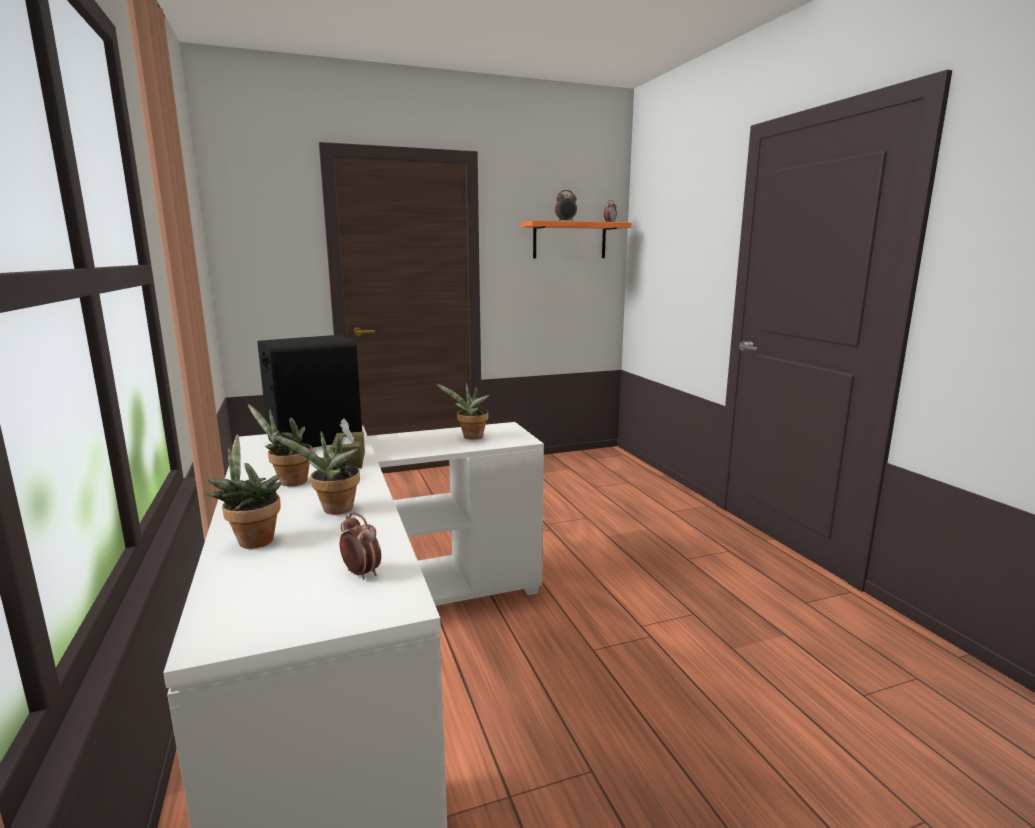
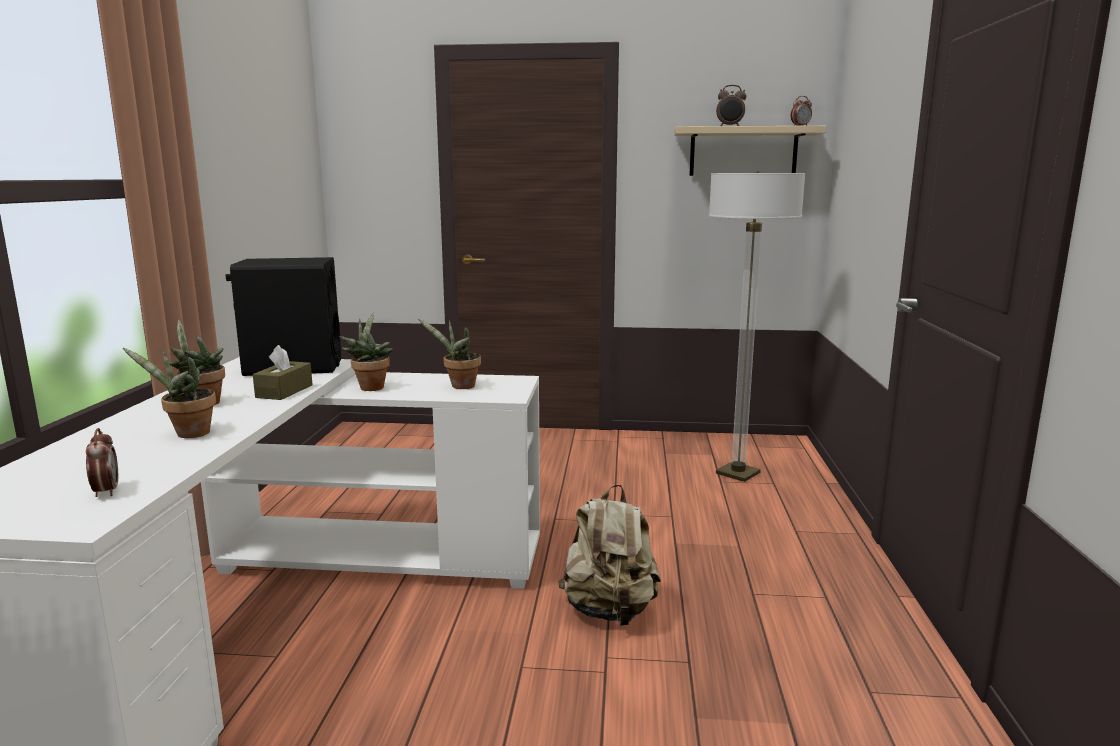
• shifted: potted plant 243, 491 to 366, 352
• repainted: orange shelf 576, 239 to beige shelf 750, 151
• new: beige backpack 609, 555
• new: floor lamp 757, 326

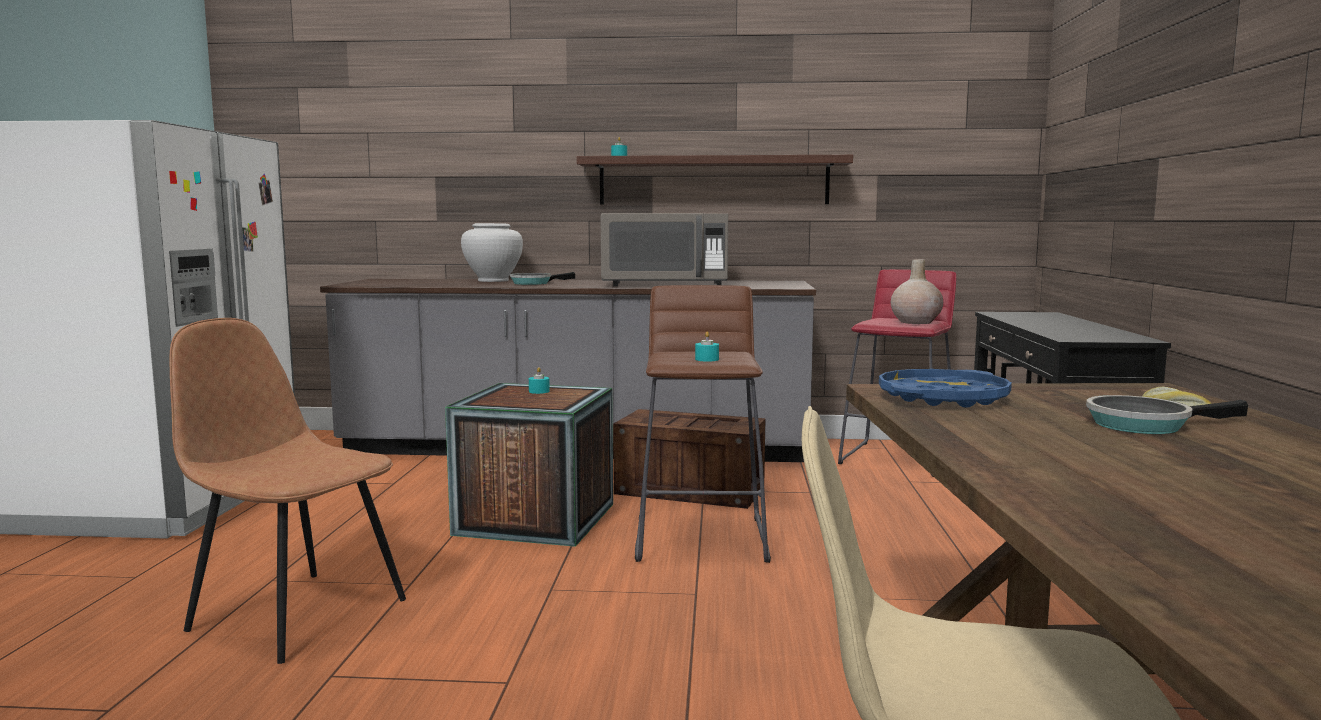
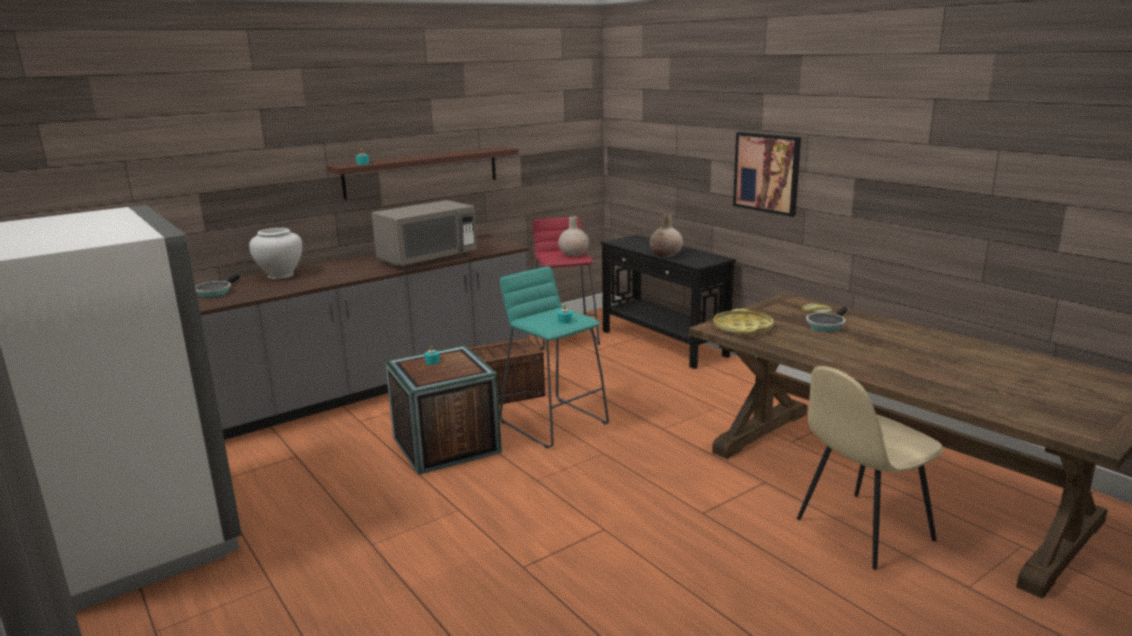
• gone: brown chair 287, 491
• shifted: frying pan 542, 278 to 217, 285
• repainted: brown stool 703, 424 to turquoise stool 554, 357
• repainted: blue tray 945, 388 to yellow tray 744, 322
• new: beige vase 666, 235
• new: picture 767, 174

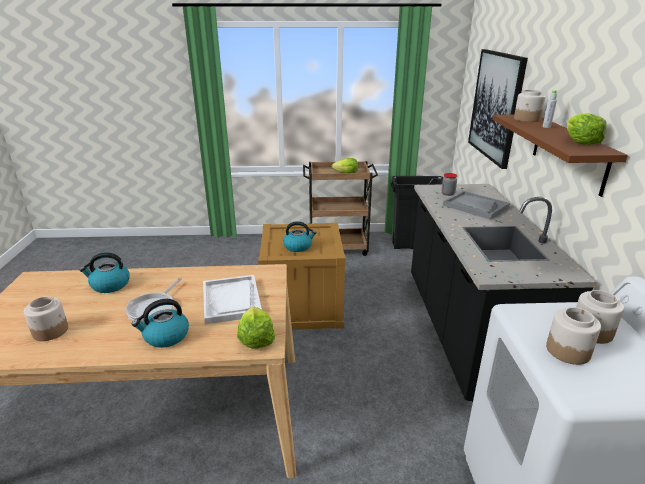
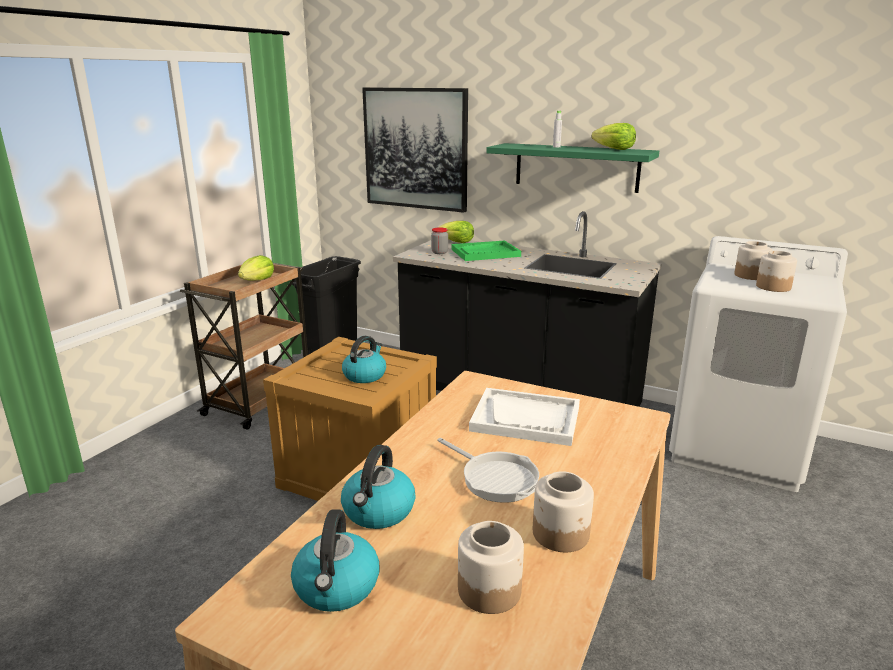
• shifted: kettle 160, 323 to 335, 561
• shifted: lettuce 256, 328 to 456, 232
• repainted: grey tray 476, 205 to green tray 486, 251
• repainted: brown shelf 560, 155 to green shelf 572, 168
• shifted: jar 530, 106 to 563, 511

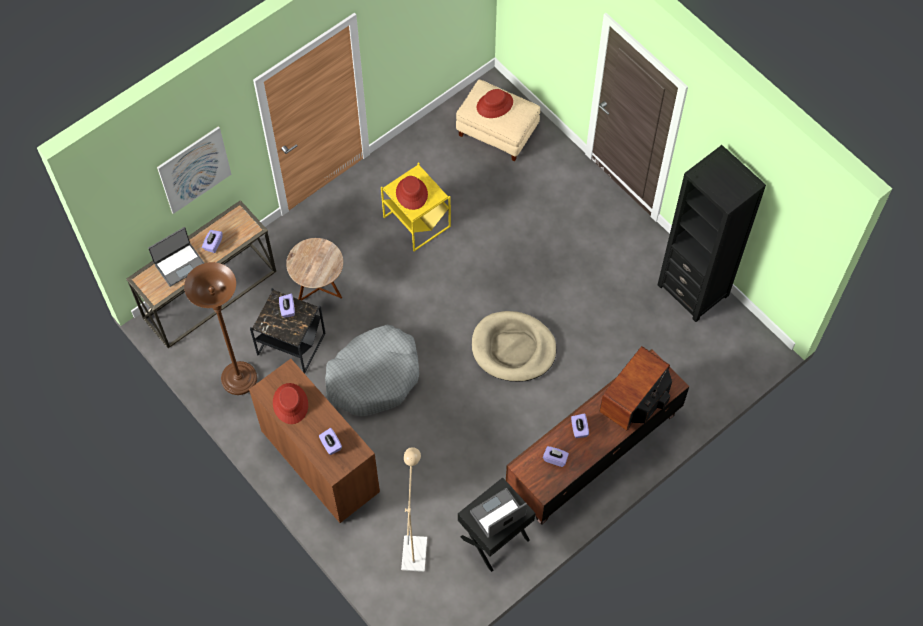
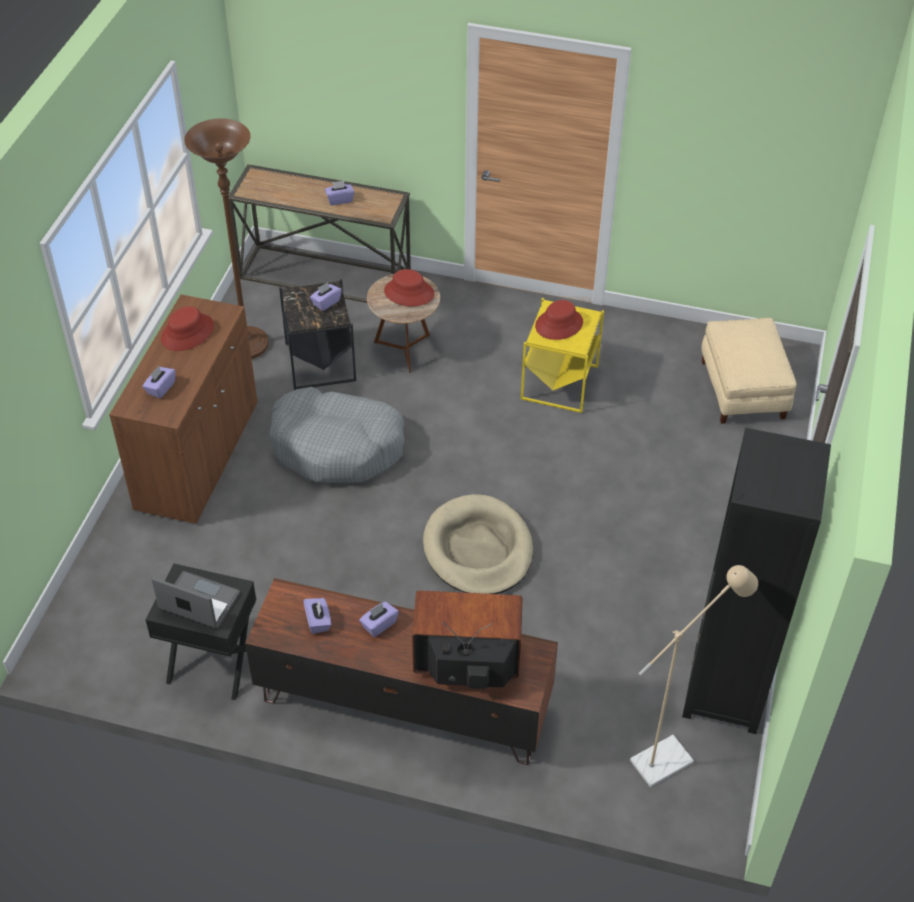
• gone: laptop 176, 257
• gone: picture 194, 170
• shifted: beige floor lamp 414, 509 to 694, 676
• shifted: red hat 495, 103 to 409, 288

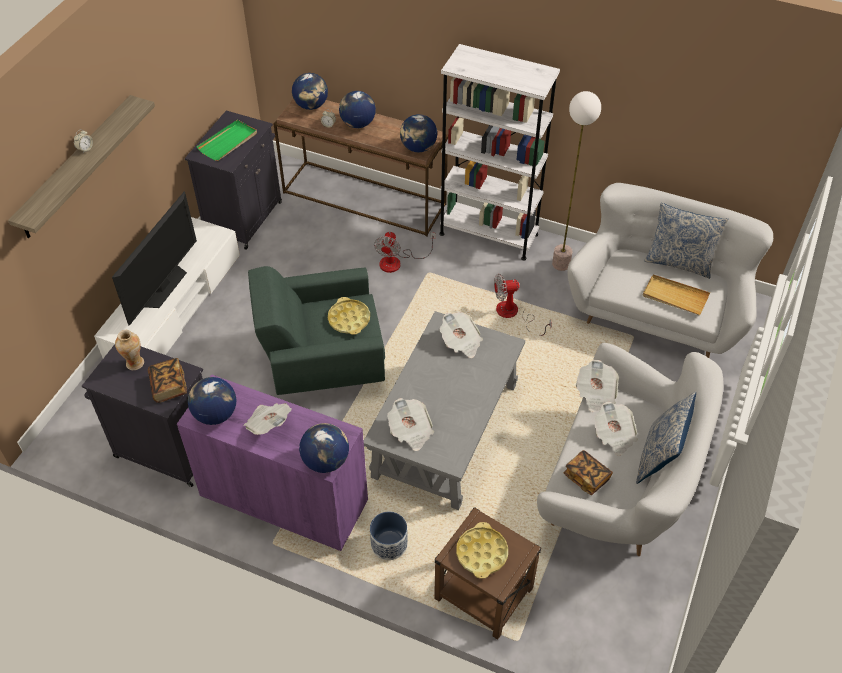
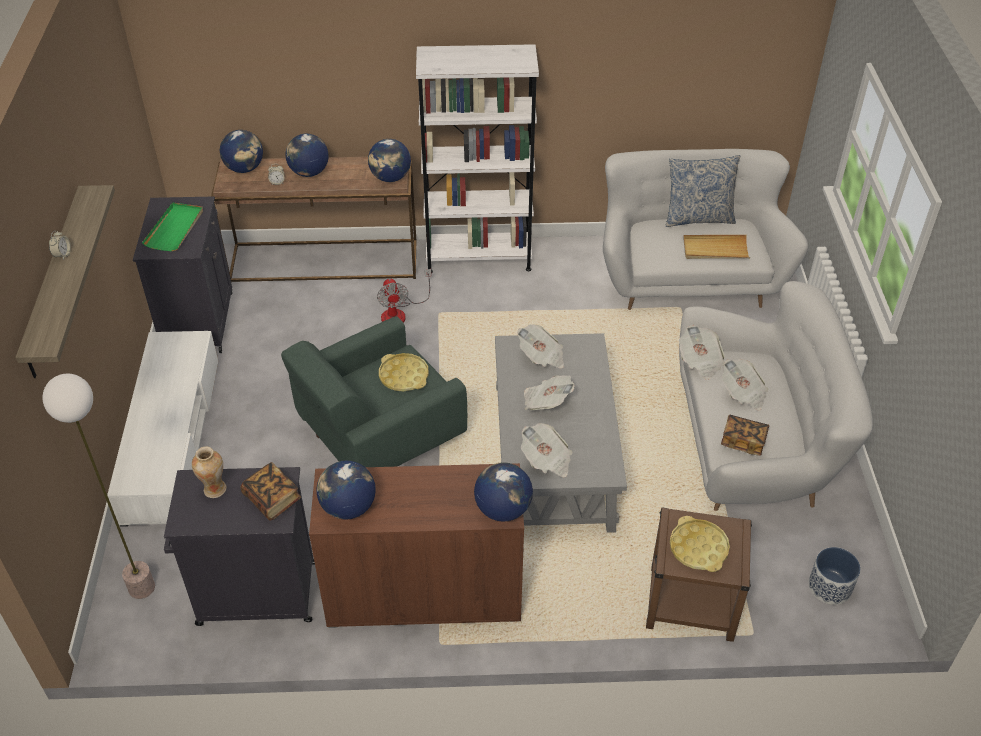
• gone: television 154, 259
• repainted: purple cabinet 272, 462 to brown cabinet 416, 545
• shifted: newspaper 267, 419 to 549, 392
• shifted: planter 389, 536 to 834, 576
• gone: fan 523, 305
• shifted: floor lamp 576, 181 to 98, 486
• gone: pillow 666, 438

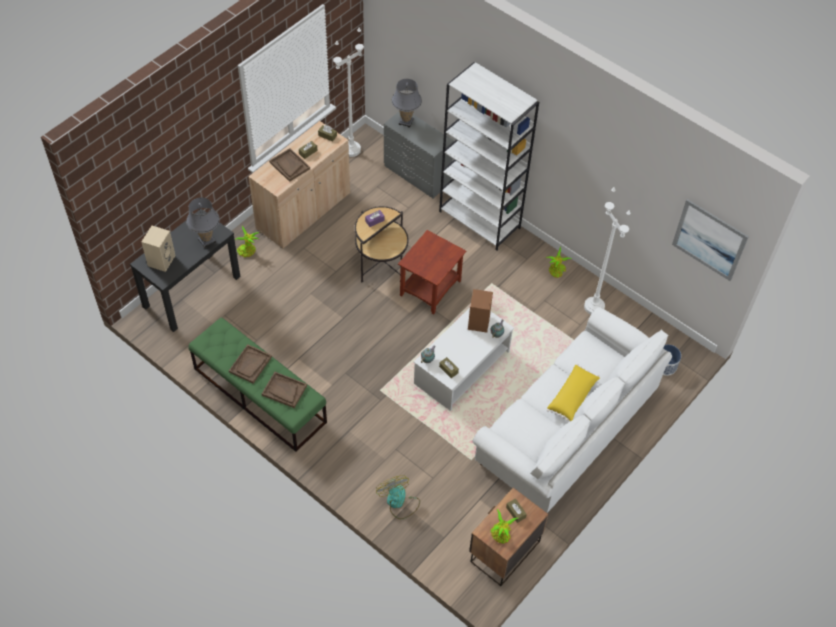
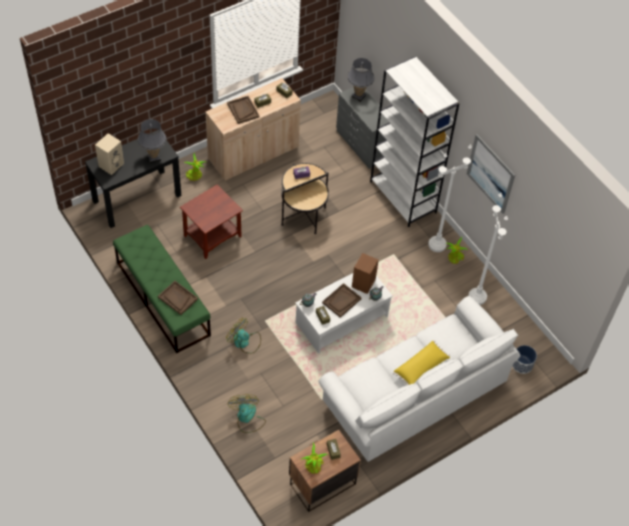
• shifted: brown tray 250, 364 to 342, 300
• shifted: white floor lamp 348, 92 to 450, 198
• shifted: brown side table 432, 272 to 211, 221
• shifted: picture 710, 240 to 491, 174
• new: fan 243, 336

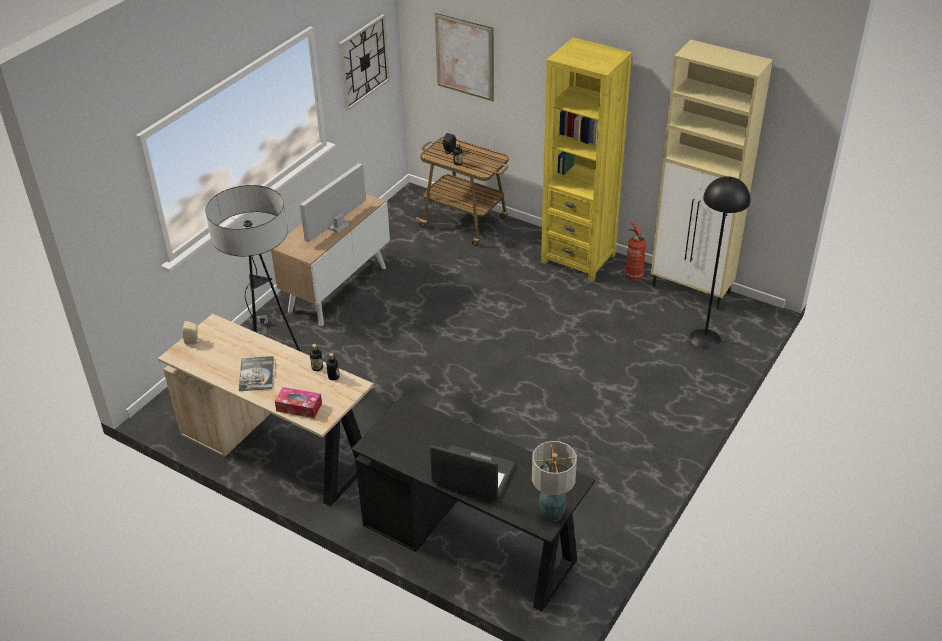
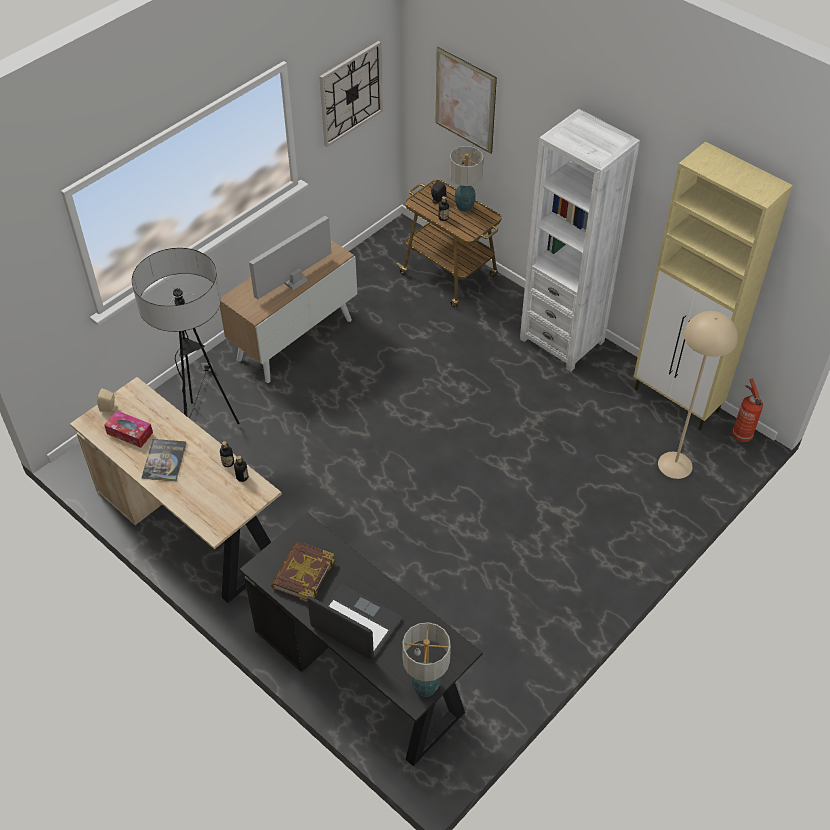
• shifted: tissue box 298, 402 to 128, 429
• repainted: yellow bookcase 586, 159 to white bookcase 580, 240
• shifted: fire extinguisher 635, 250 to 747, 410
• repainted: black floor lamp 720, 262 to beige floor lamp 698, 395
• new: book 303, 571
• new: table lamp 466, 179

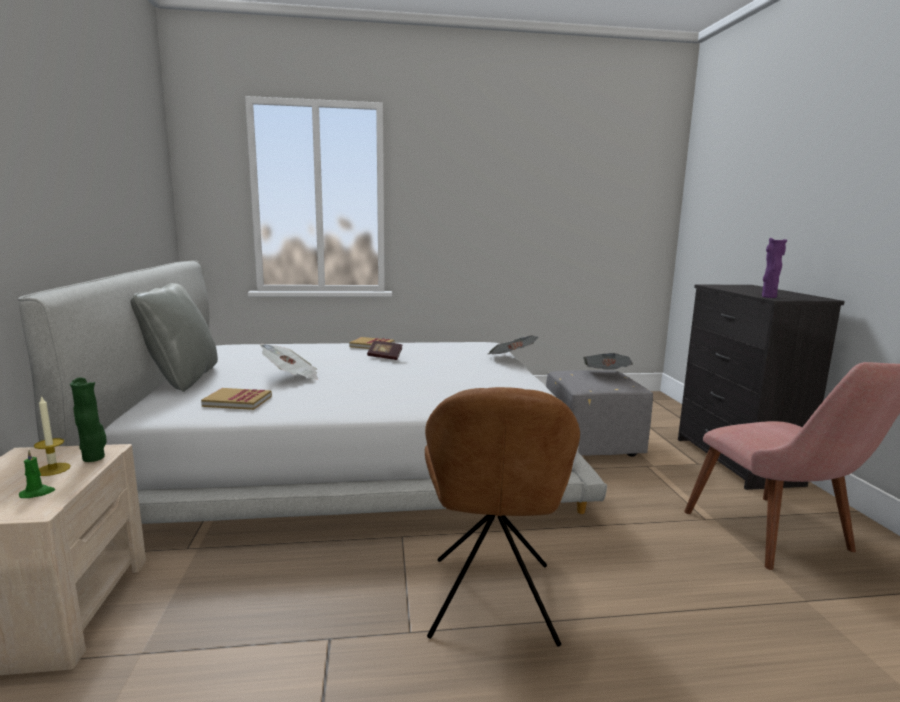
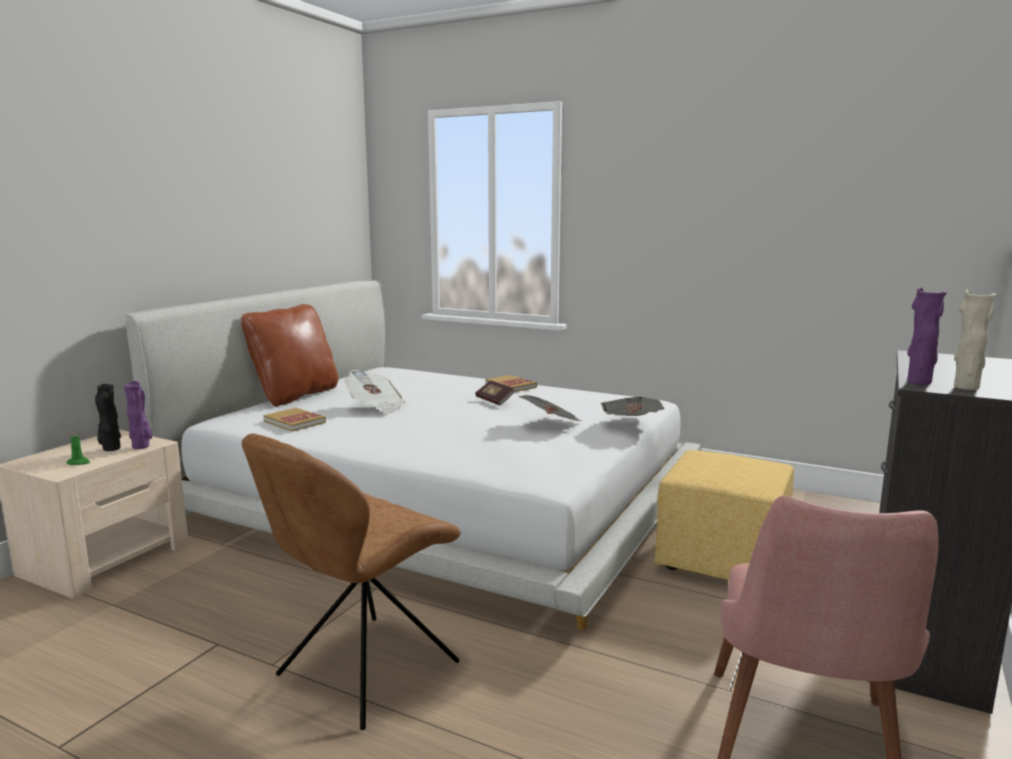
• swapped: candle 52, 435 to black vase 108, 417
• repainted: green vase 88, 419 to purple vase 138, 415
• repainted: grey pillow 174, 337 to brown pillow 289, 355
• repainted: grey ottoman 599, 413 to yellow ottoman 724, 515
• shifted: newspaper 608, 361 to 549, 408
• new: beige vase 975, 340

